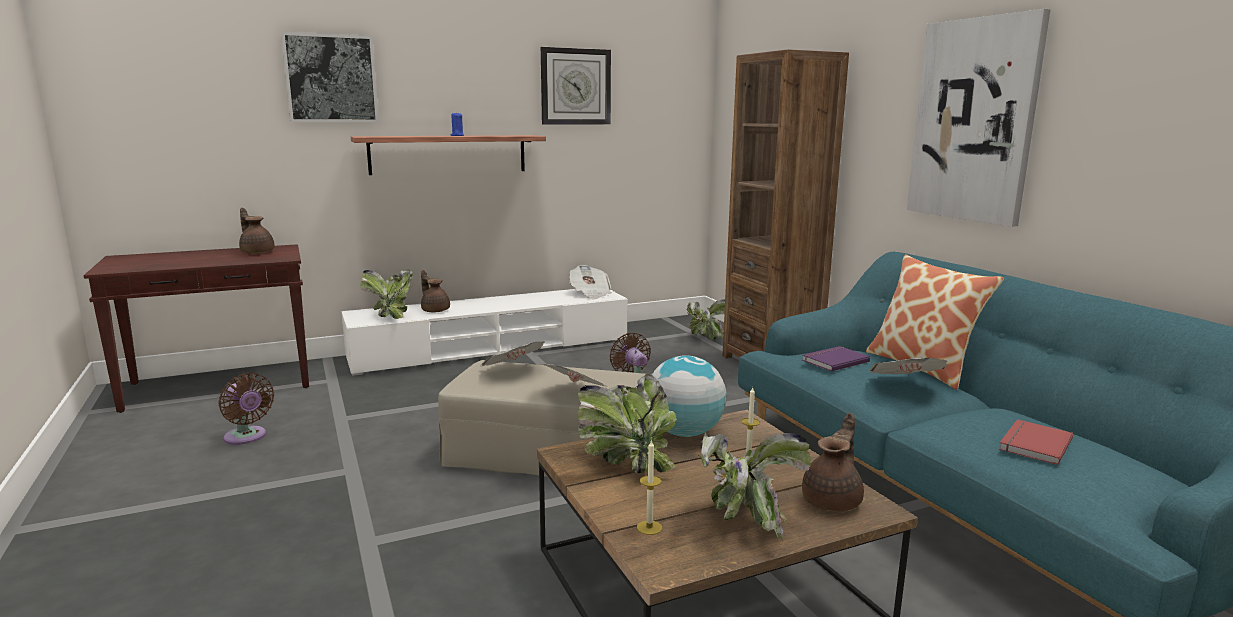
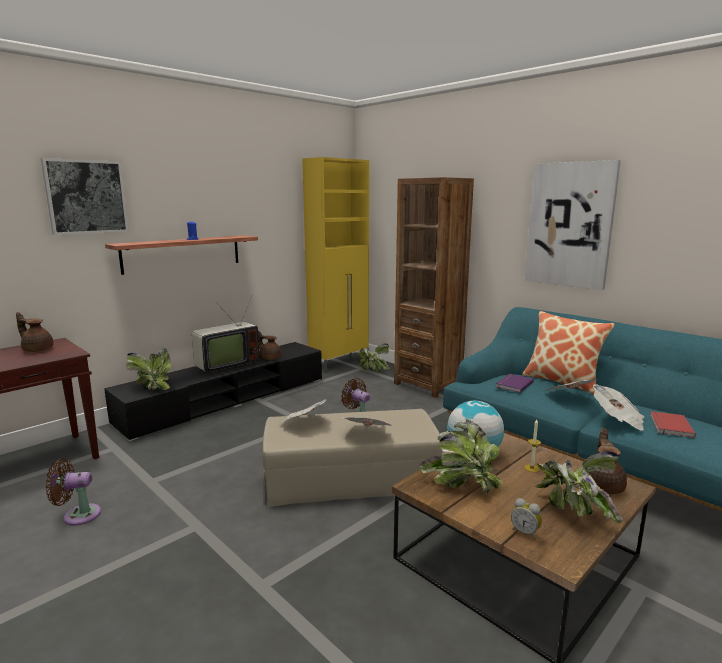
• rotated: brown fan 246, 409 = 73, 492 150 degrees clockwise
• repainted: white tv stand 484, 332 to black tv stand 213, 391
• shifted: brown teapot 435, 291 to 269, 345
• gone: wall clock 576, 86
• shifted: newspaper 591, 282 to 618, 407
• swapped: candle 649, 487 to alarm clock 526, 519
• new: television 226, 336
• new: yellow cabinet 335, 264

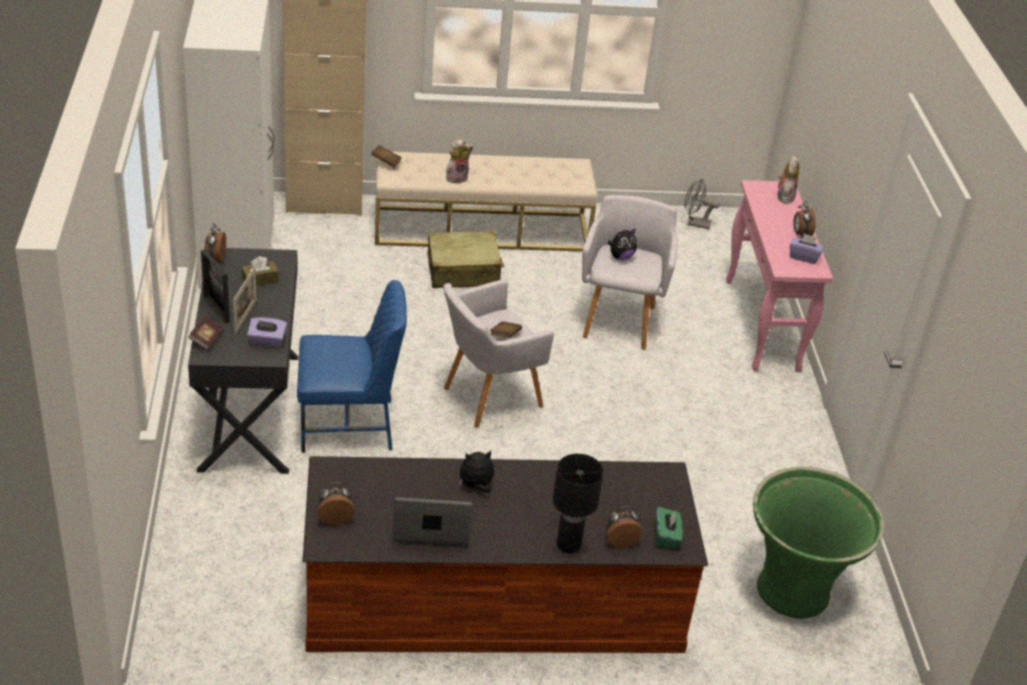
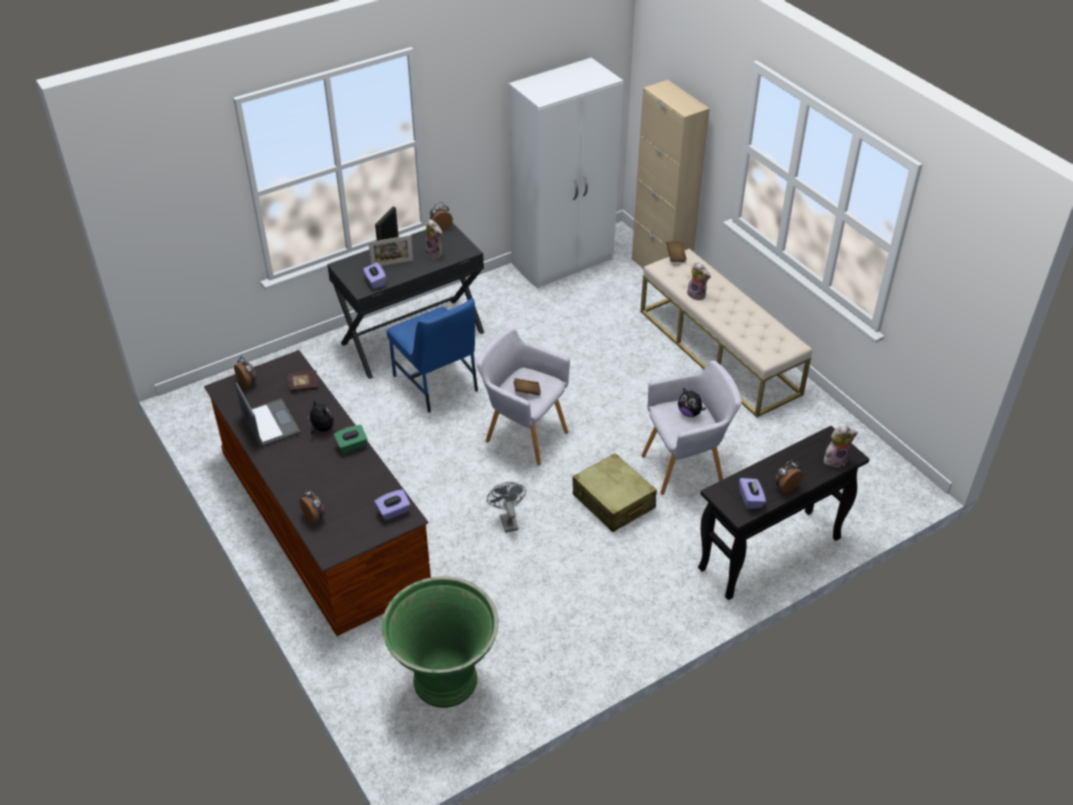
• shifted: book 205, 332 to 303, 381
• swapped: brown tissue box 260, 271 to plush toy 434, 239
• shifted: beige suitcase 466, 259 to 615, 492
• gone: black table lamp 578, 503
• shifted: green tissue box 669, 527 to 350, 439
• shifted: grey fan 702, 204 to 506, 507
• repainted: pink console table 779, 276 to black console table 784, 513
• new: purple tissue box 392, 505

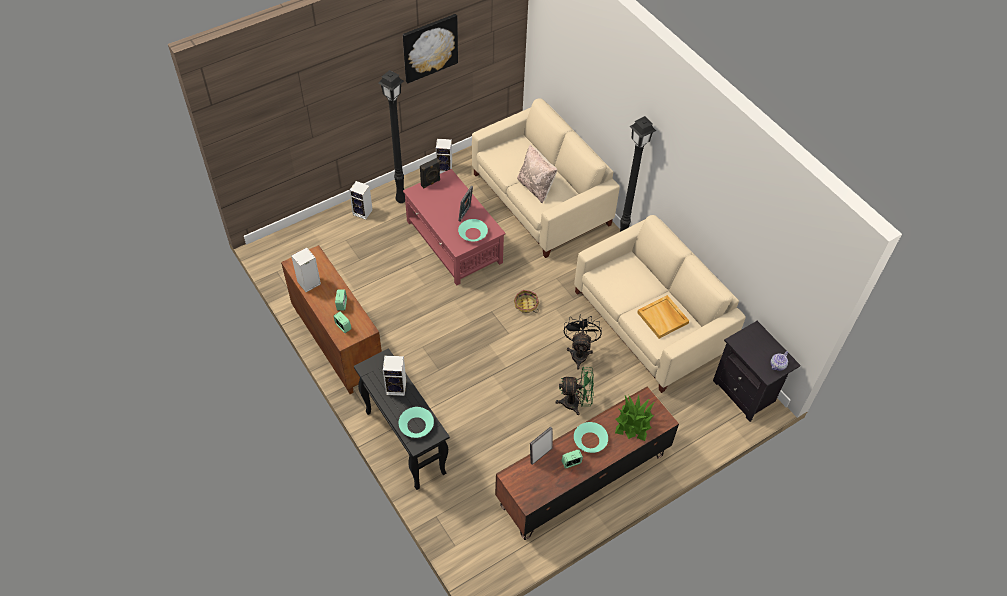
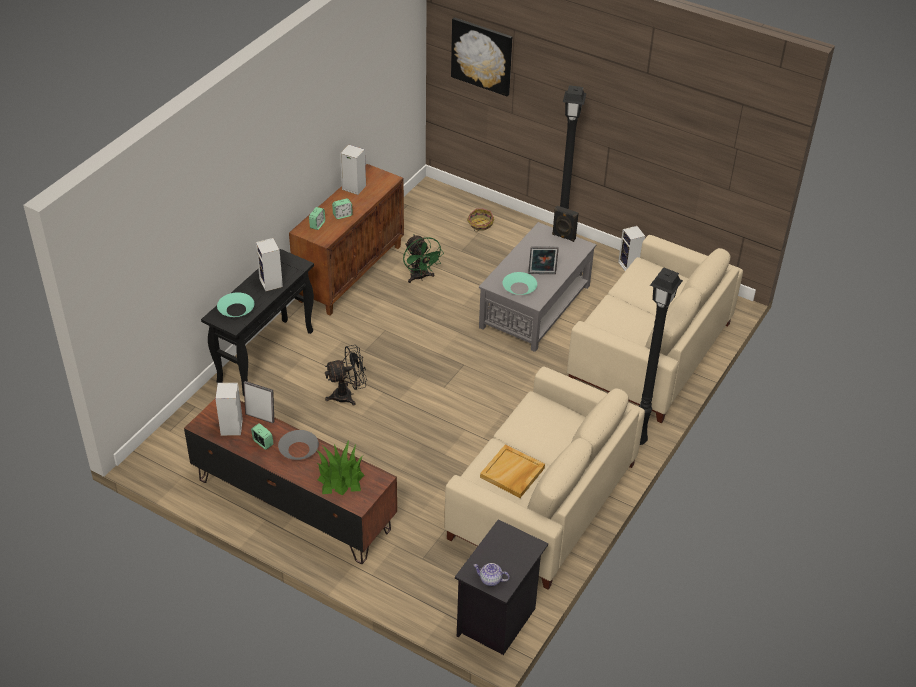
• shifted: speaker 361, 200 to 229, 409
• shifted: picture 430, 48 to 481, 57
• repainted: red coffee table 454, 227 to grey coffee table 537, 287
• shifted: basket 526, 301 to 480, 220
• gone: beige pillow 537, 174
• shifted: green fan 574, 391 to 423, 258
• shifted: black fan 583, 341 to 346, 375
• repainted: turquoise bowl 591, 437 to grey bowl 298, 445

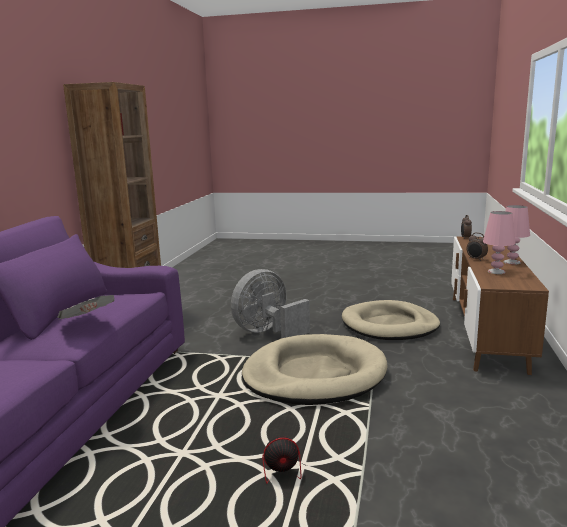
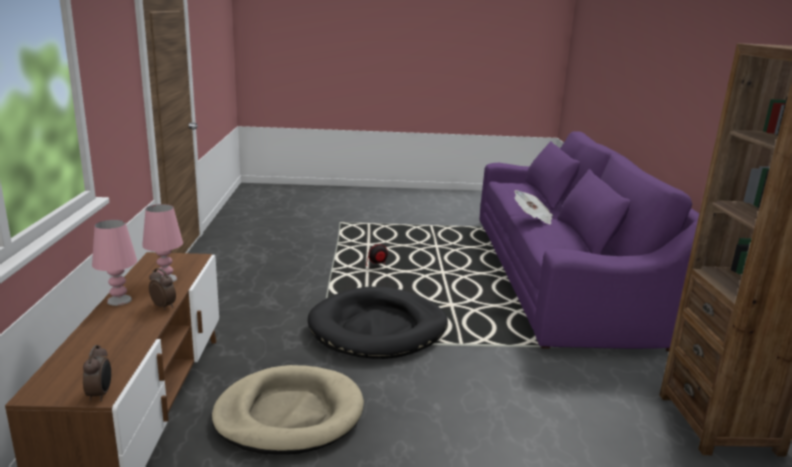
• gone: grey fan 270, 303
• repainted: beige dog bed 314, 369 to black dog bed 378, 322

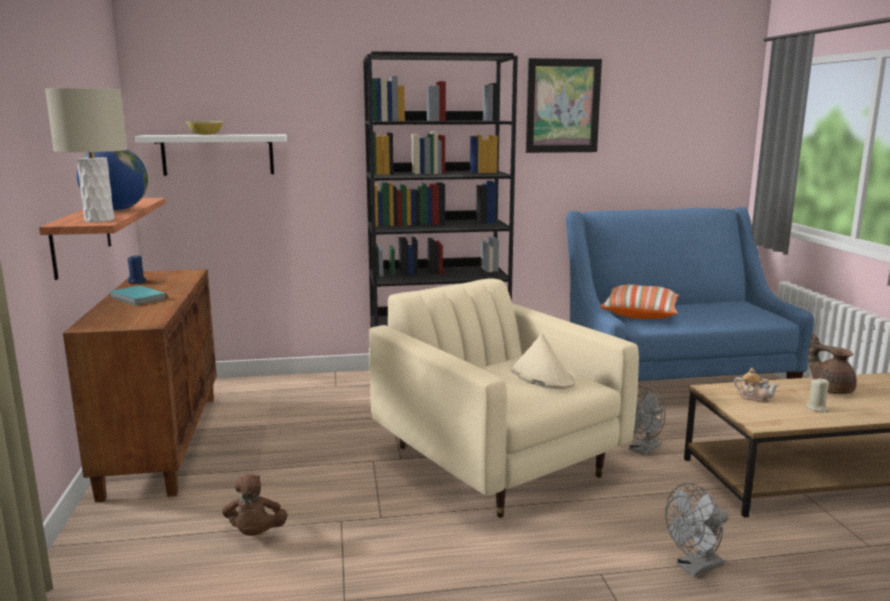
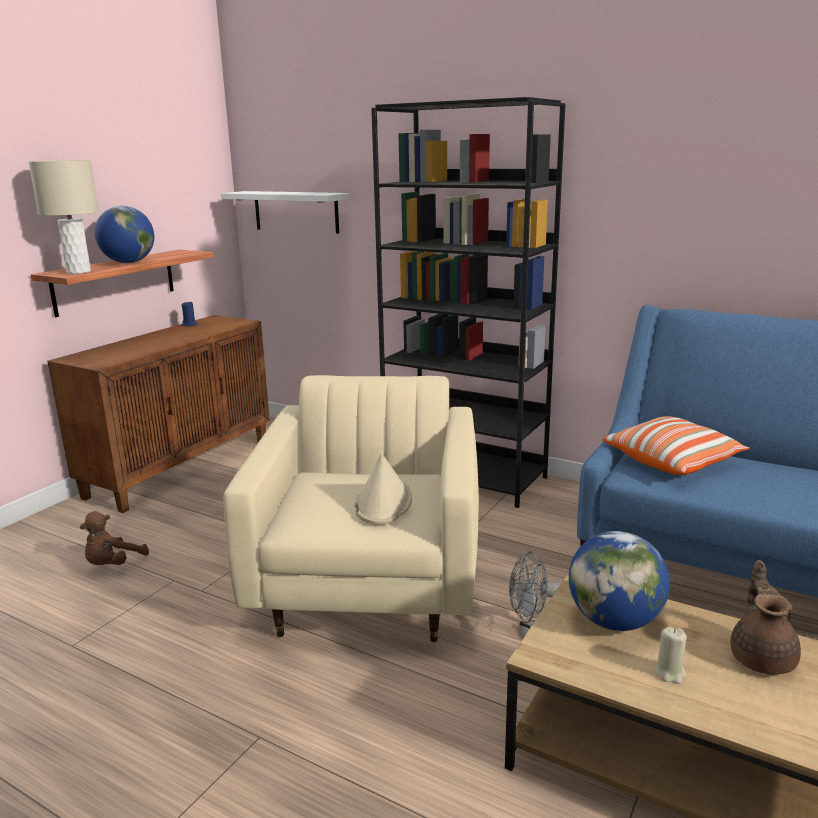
• gone: turquoise book 138, 295
• gone: bowl 204, 128
• gone: picture 564, 105
• gone: grey fan 697, 530
• swapped: teapot 756, 385 to globe 619, 581

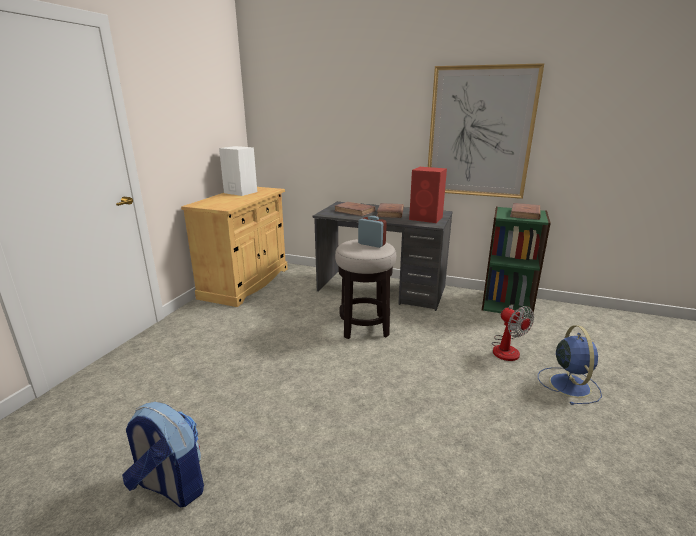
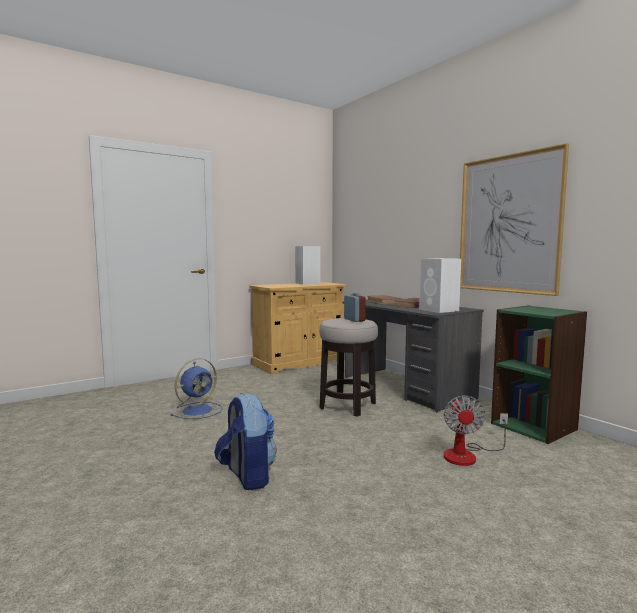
• shifted: backpack 163, 454 to 245, 441
• repainted: red speaker 428, 195 to white speaker 440, 285
• gone: brown book 525, 211
• shifted: blue fan 570, 365 to 196, 388

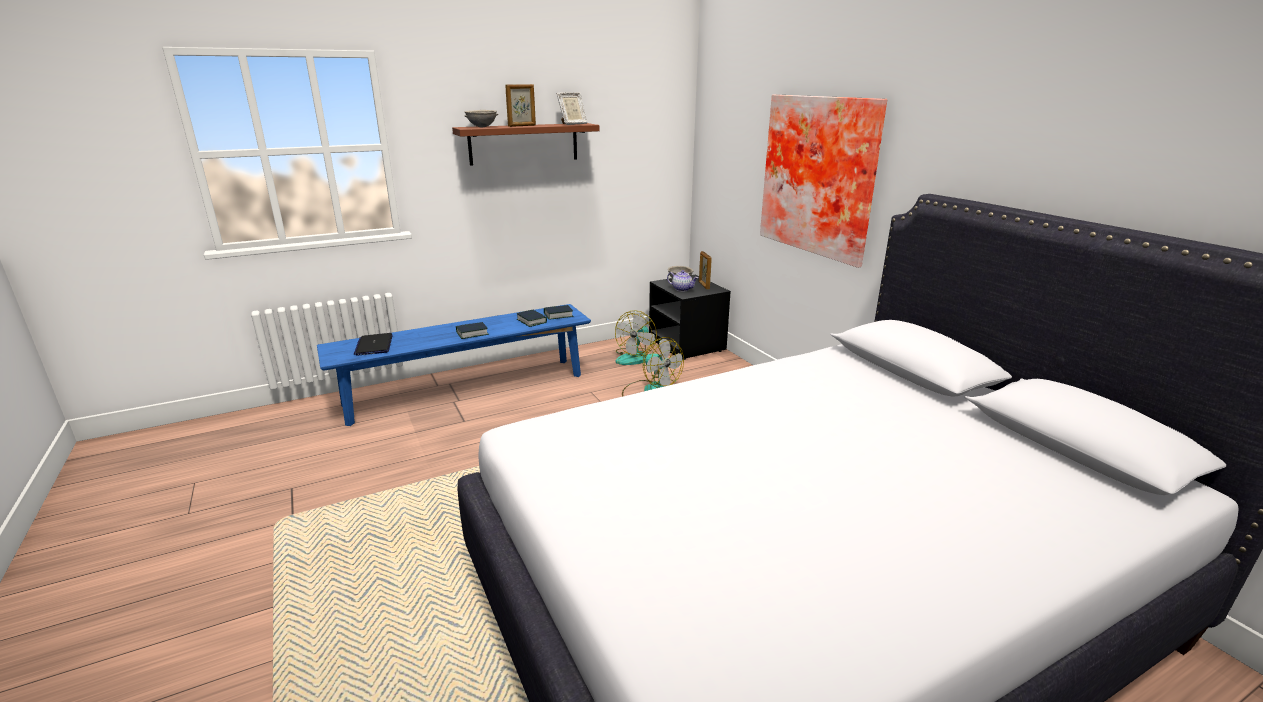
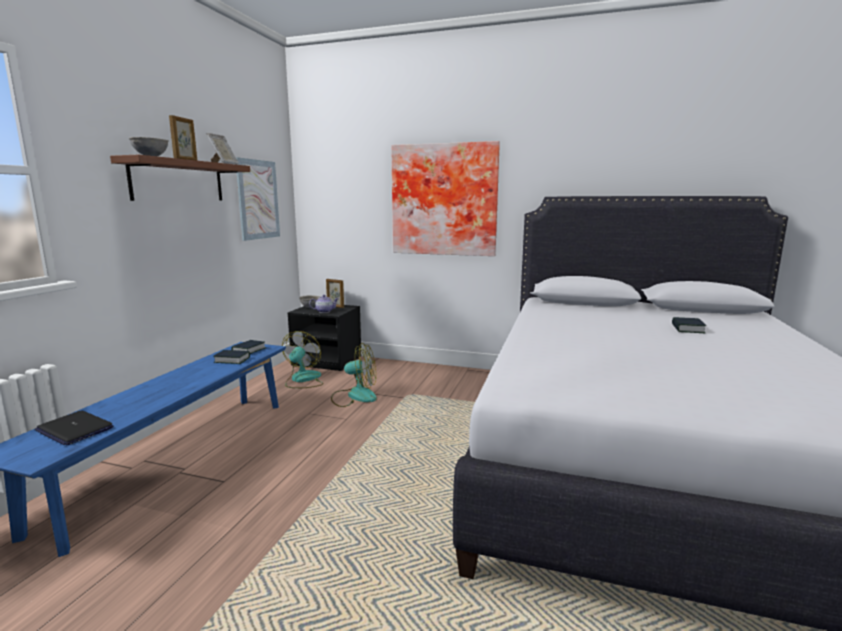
• shifted: book 472, 330 to 689, 325
• rotated: fan 636, 337 = 302, 359 150 degrees counterclockwise
• new: picture 258, 199

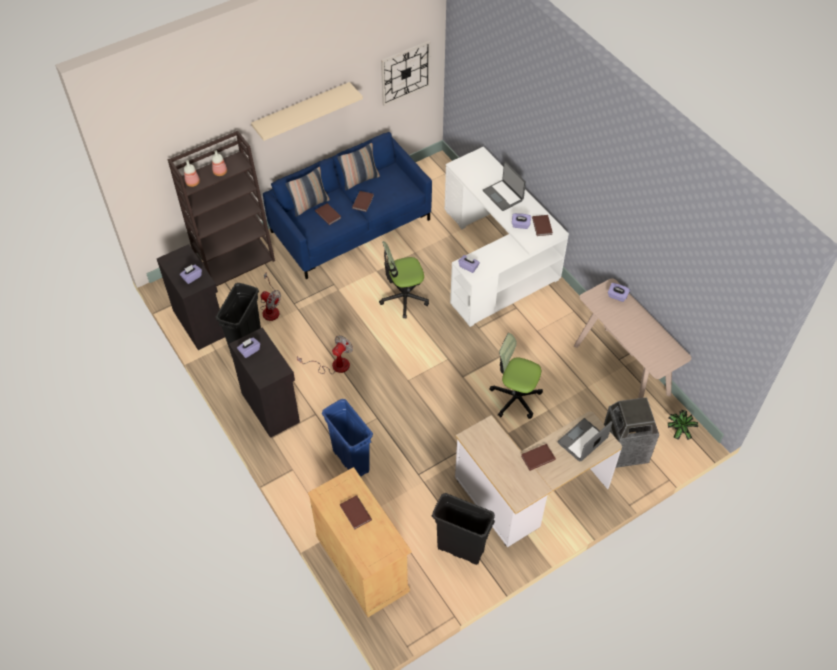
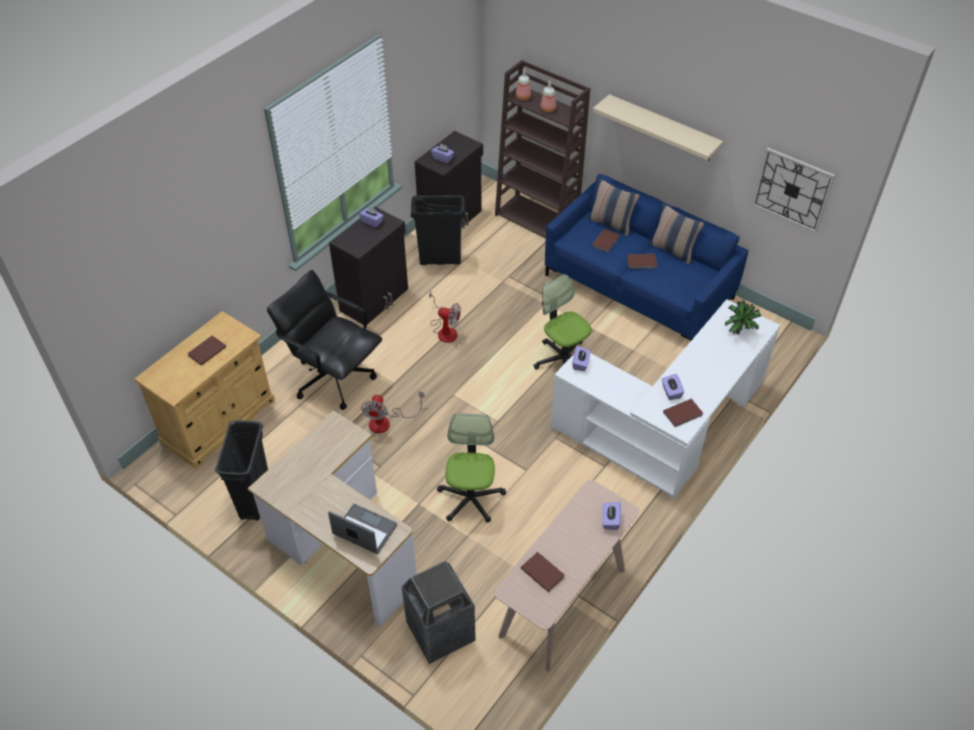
• shifted: fan 270, 296 to 392, 412
• swapped: blue trash can 347, 438 to black office chair 324, 340
• gone: laptop 504, 186
• shifted: brown book 538, 457 to 543, 572
• shifted: potted plant 683, 425 to 743, 317

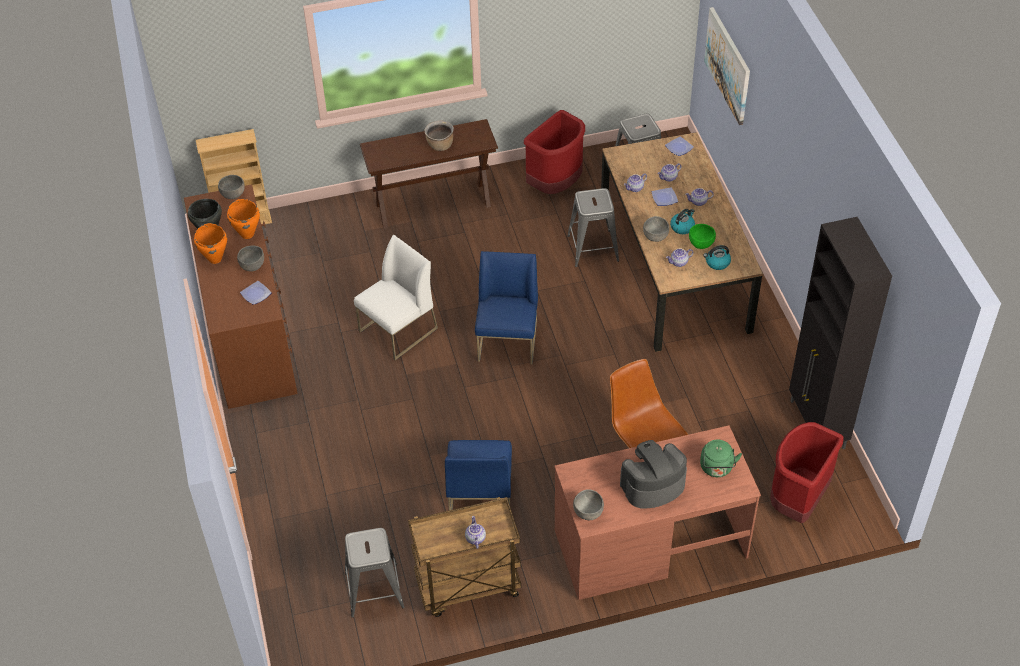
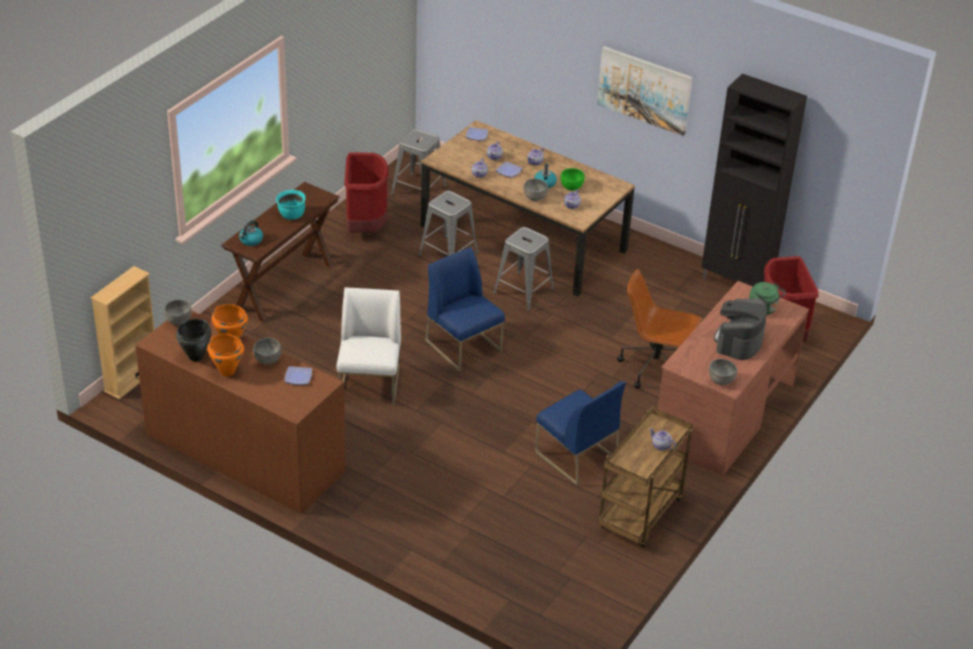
• shifted: grey stool 375, 573 to 523, 269
• repainted: brown cooking pot 439, 135 to turquoise cooking pot 291, 205
• shifted: kettle 717, 257 to 251, 233
• shifted: picture 727, 66 to 644, 91

